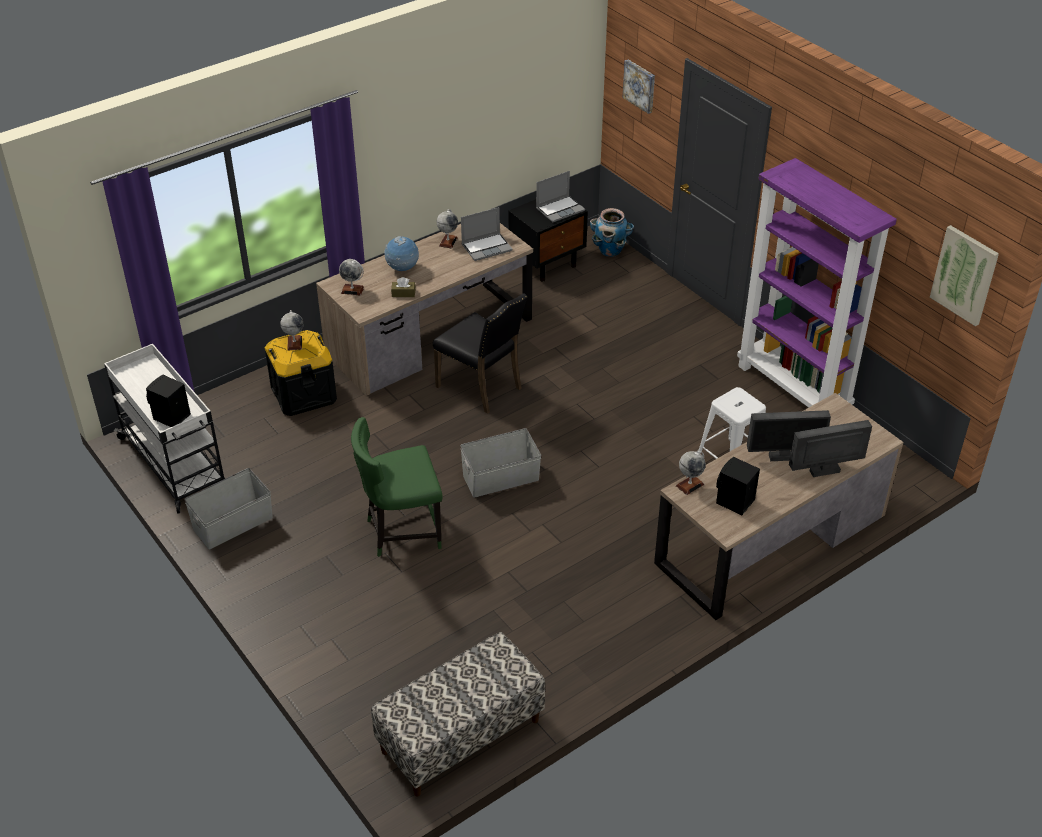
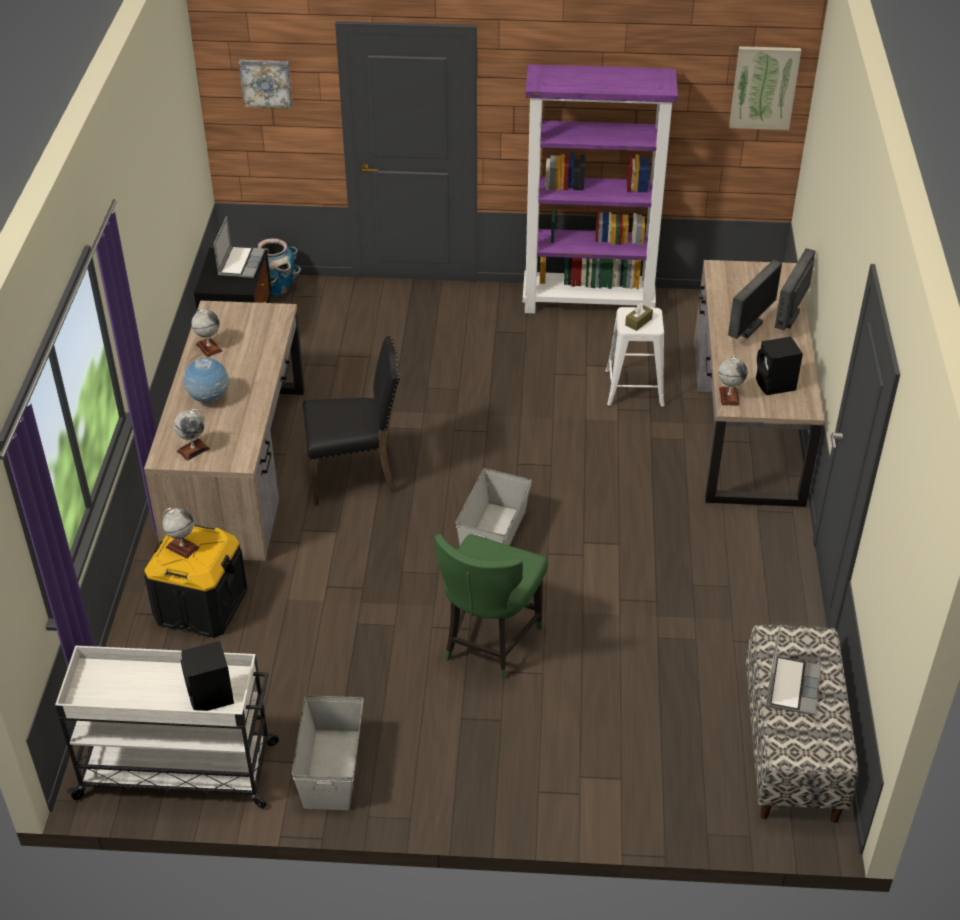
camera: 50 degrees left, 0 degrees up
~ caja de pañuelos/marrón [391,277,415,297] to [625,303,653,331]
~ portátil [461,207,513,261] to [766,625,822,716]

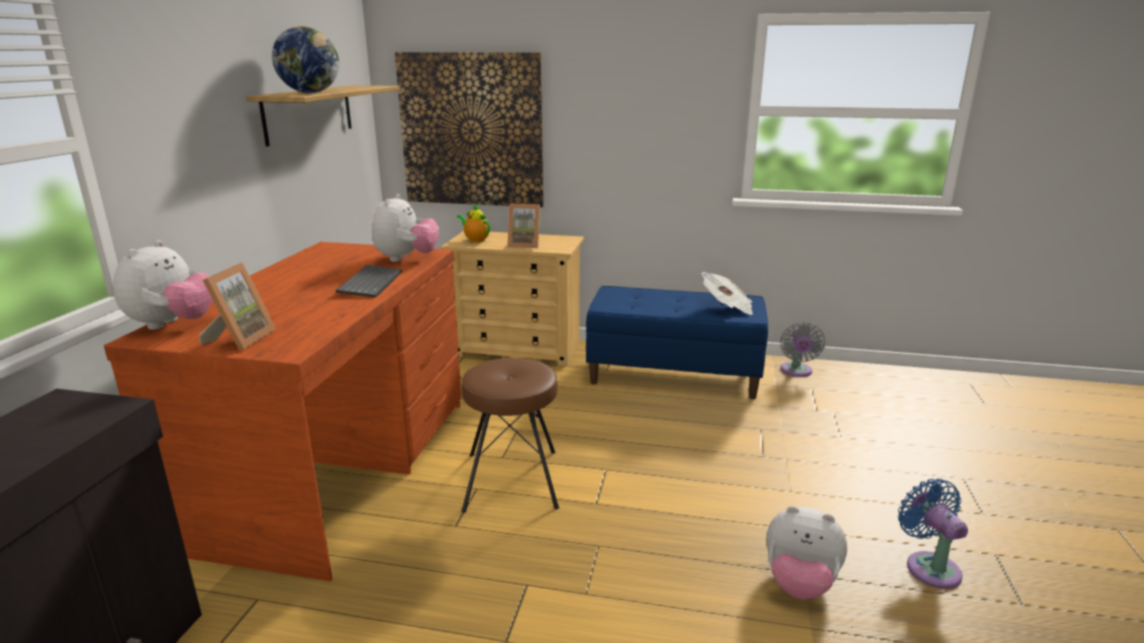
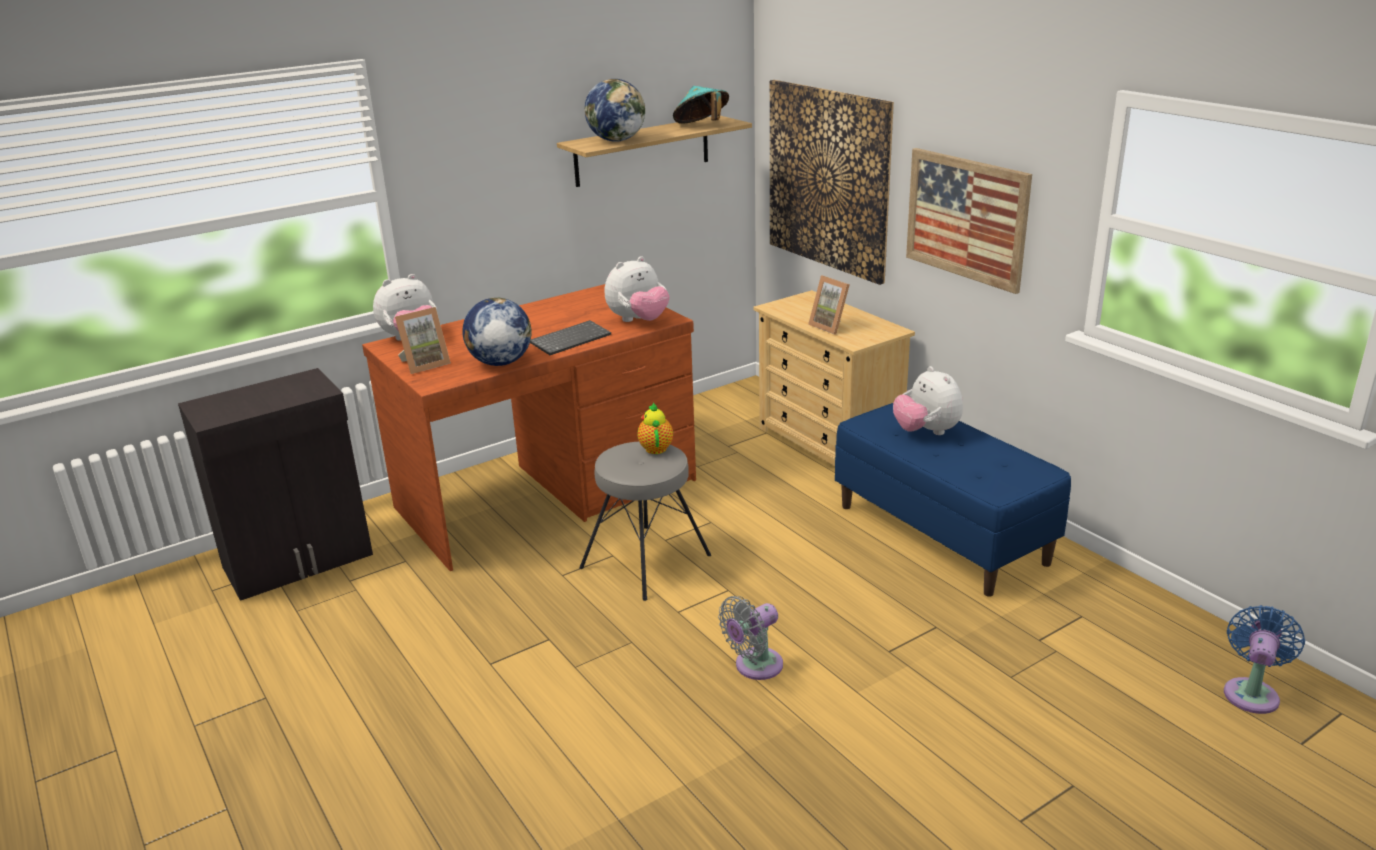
camera: 45 degrees right, 5 degrees up
~ tetera [457,204,490,242] to [637,403,673,454]
~ taburete/marrón [462,358,559,513] to taburete/gris [579,442,711,601]
- periódico [702,272,753,315]
~ peluche [766,506,847,600] to [893,366,963,435]
~ ventilador/gris [780,322,825,377] to [718,596,783,680]
~ ventilador/azul [898,479,968,589] to [1224,605,1305,714]
+ globo terráqueo [462,298,532,366]
+ sombrero/turquesa [673,86,729,124]
+ cuadro [906,148,1032,294]

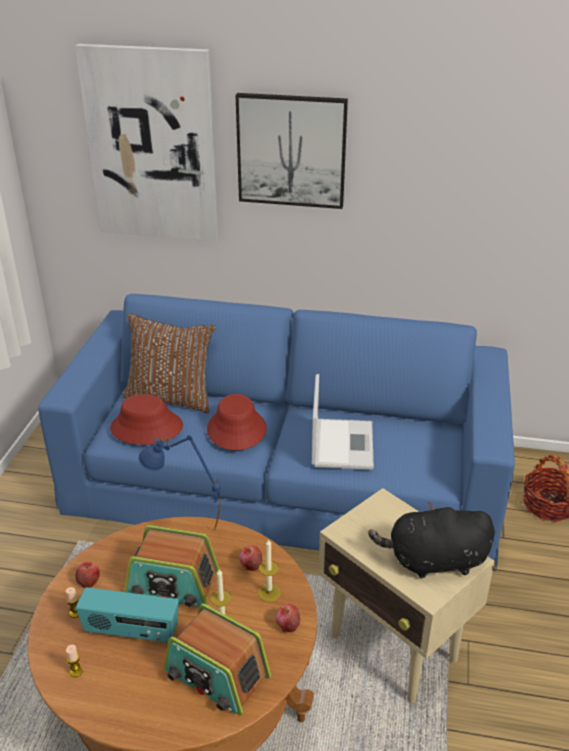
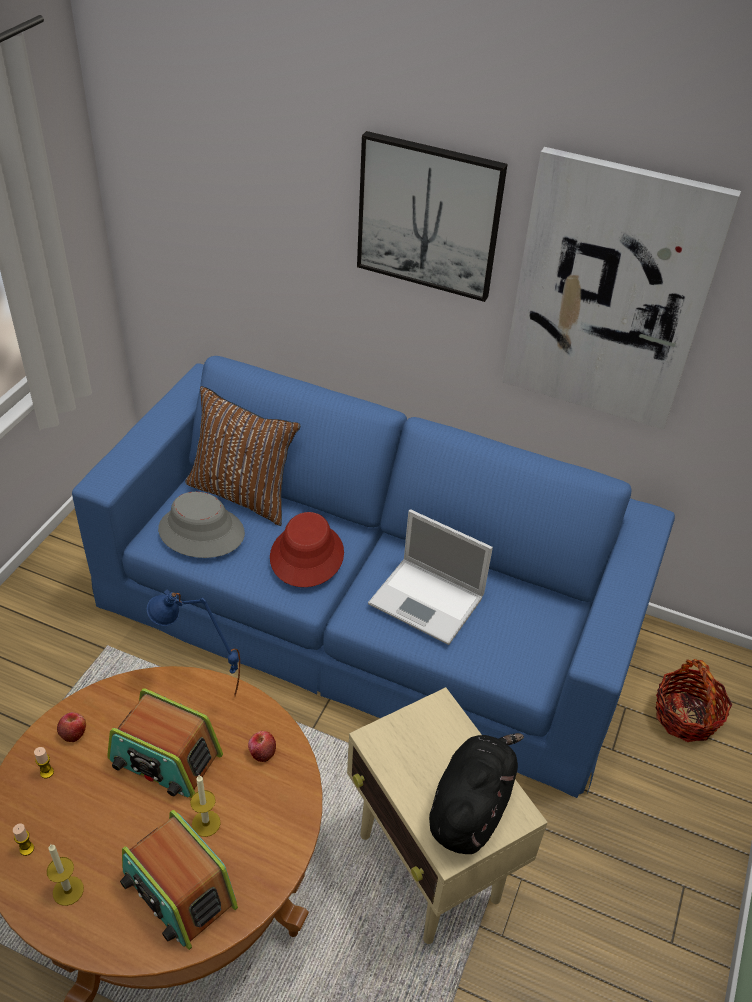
camera: 10 degrees right, 10 degrees up
~ cuadro [75,44,219,242] to [502,147,741,430]
- radio [76,587,179,643]
~ sombrero/rojo [110,394,183,445] to sombrero/gris [158,492,245,558]
~ vela [258,539,281,602] to [47,844,84,906]
- manzana [276,604,300,632]
~ portátil [312,374,374,470] = [368,509,493,645] 105 degrees clockwise
~ peluche/negro [368,502,495,578] = [429,733,524,854] 105 degrees clockwise

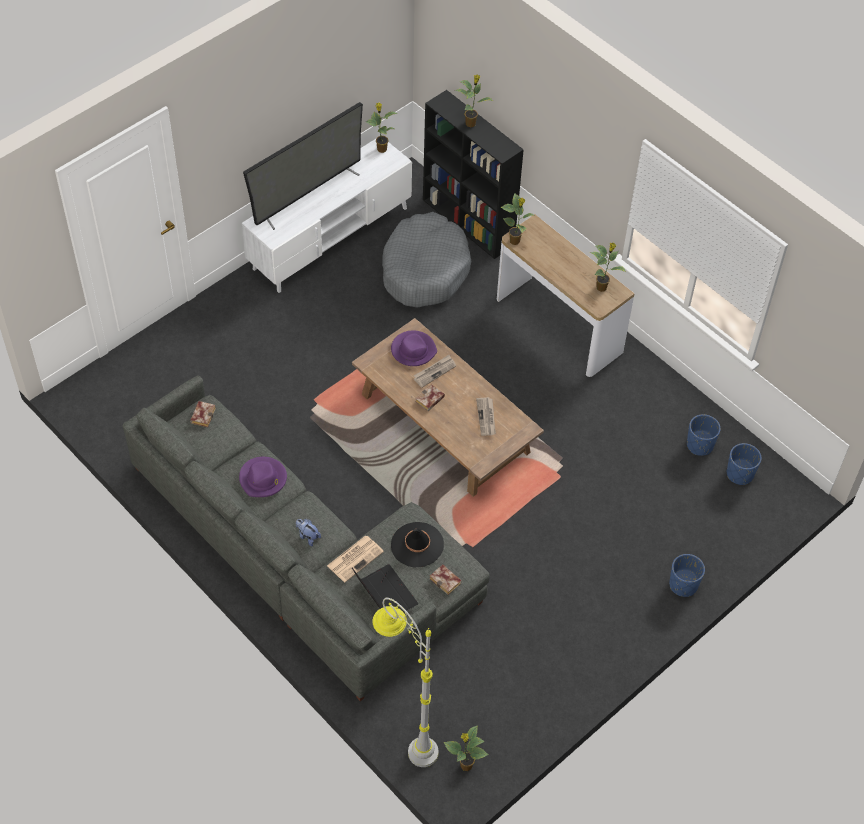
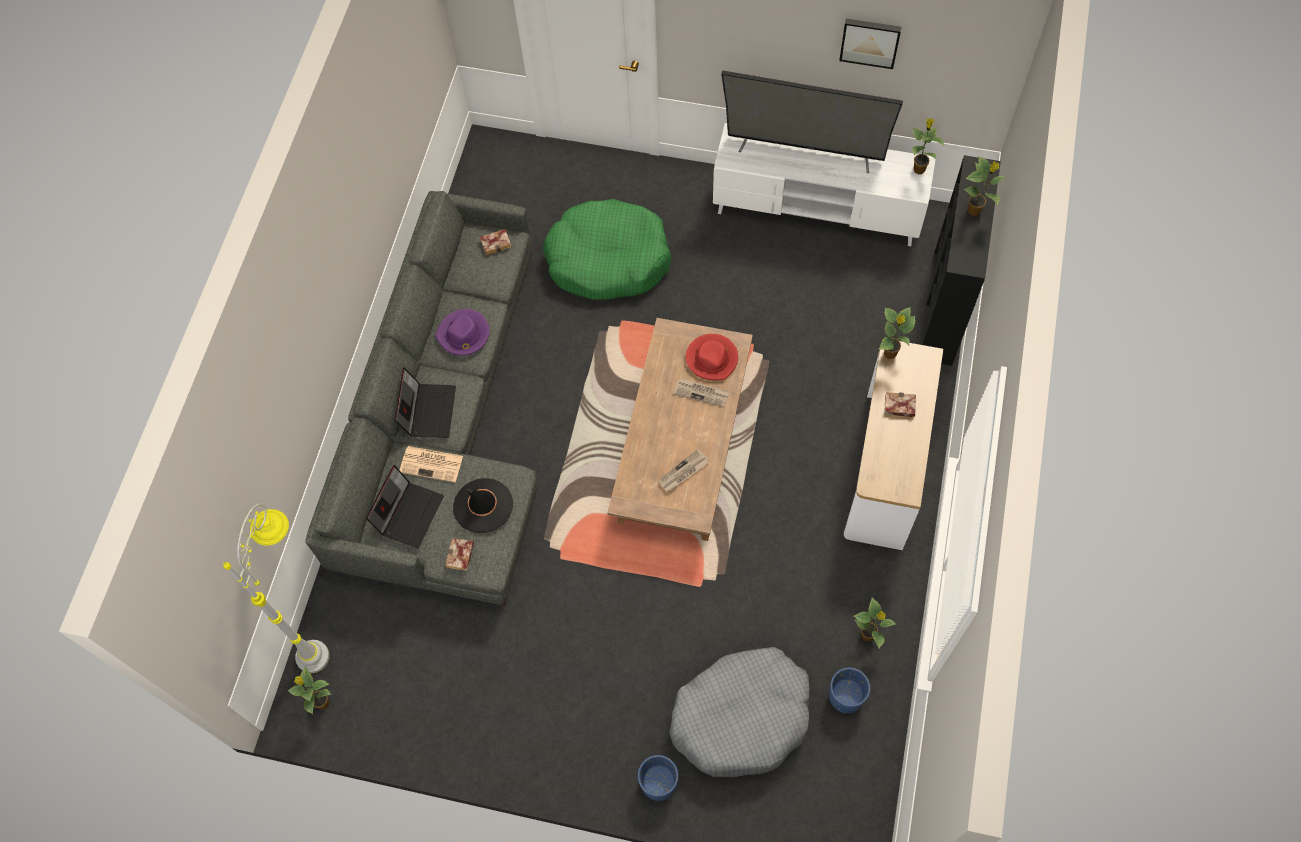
camera: 60 degrees right, 10 degrees up
~ peluche [296,519,321,546] to portátil [394,367,456,438]
~ cama para perro/gris [382,212,471,308] to [669,647,809,777]
~ sombrero/morado [391,330,437,366] to sombrero/rojo [686,334,738,380]
~ libro [415,384,445,411] to [884,392,916,417]
~ planta en maceta [590,243,626,292] to [854,597,896,649]
- maceta/azul [727,443,761,485]
+ cama para perro/verde [543,199,671,300]
+ cuadro [839,19,901,69]

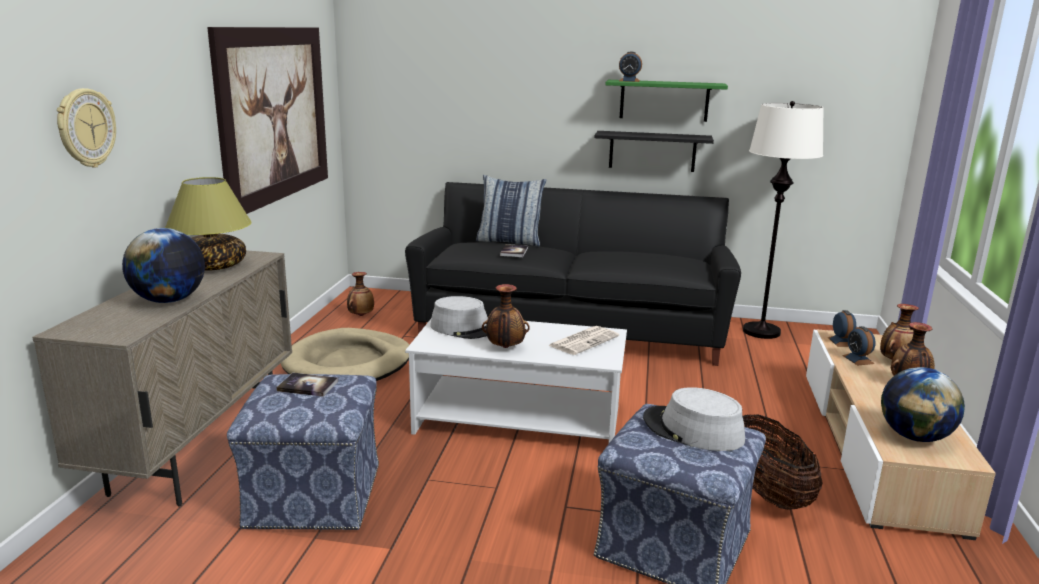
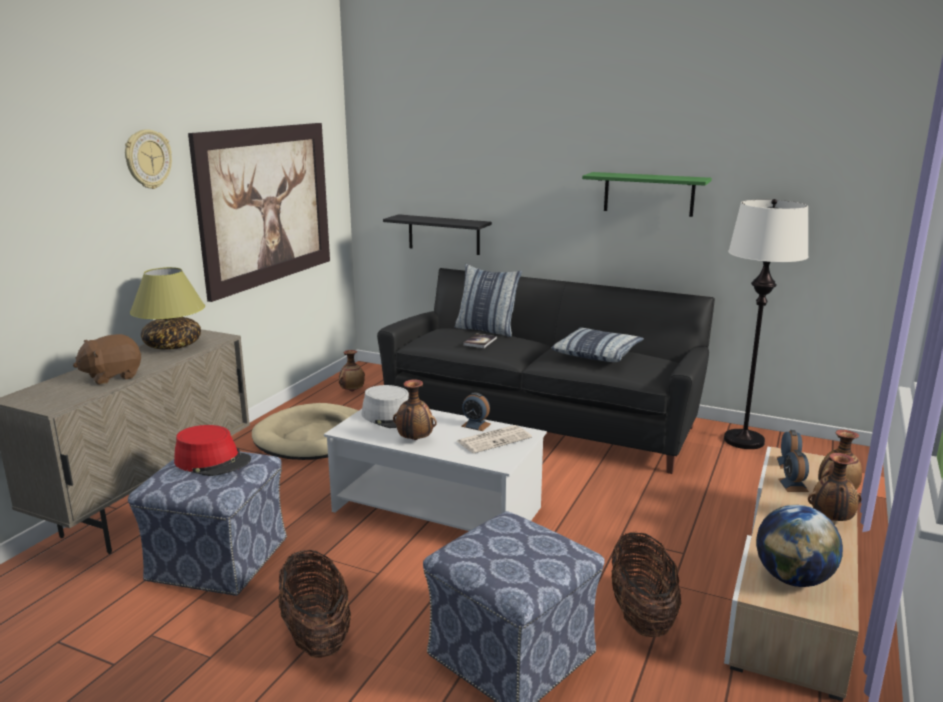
camera: 15 degrees right, 0 degrees up
~ reloj de pared [57,88,116,168] to [125,129,172,189]
~ globo terráqueo [122,228,205,303] to peluche/marrón [73,334,141,385]
~ libro [276,373,338,397] to sombrero/rojo [174,425,251,476]
~ estante/negro [594,131,714,172] to [383,214,492,255]
~ despertador [619,52,642,82] to [461,393,491,431]
- sombrero/gris [643,387,745,451]
+ cesta [278,550,351,658]
+ cojín [551,327,644,362]

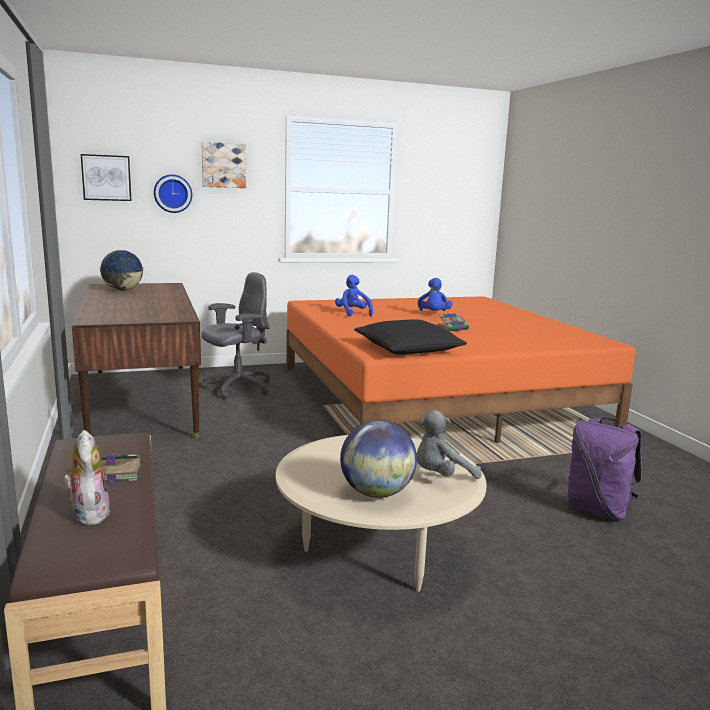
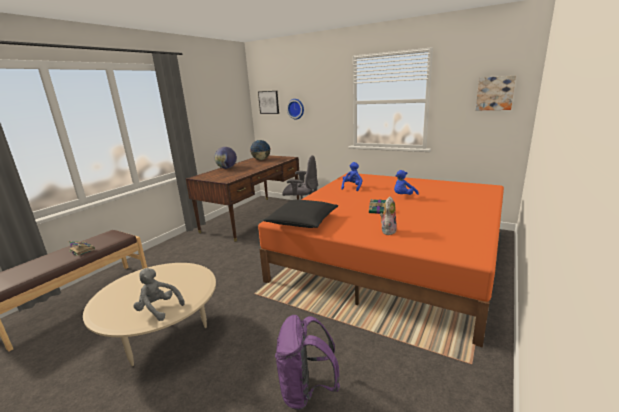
camera: 50 degrees right, 5 degrees up
~ peluche [63,430,111,525] to [380,196,397,235]
~ cuadro [202,142,246,188] to [476,76,516,110]
~ globo terráqueo [340,420,417,498] to [214,147,237,169]

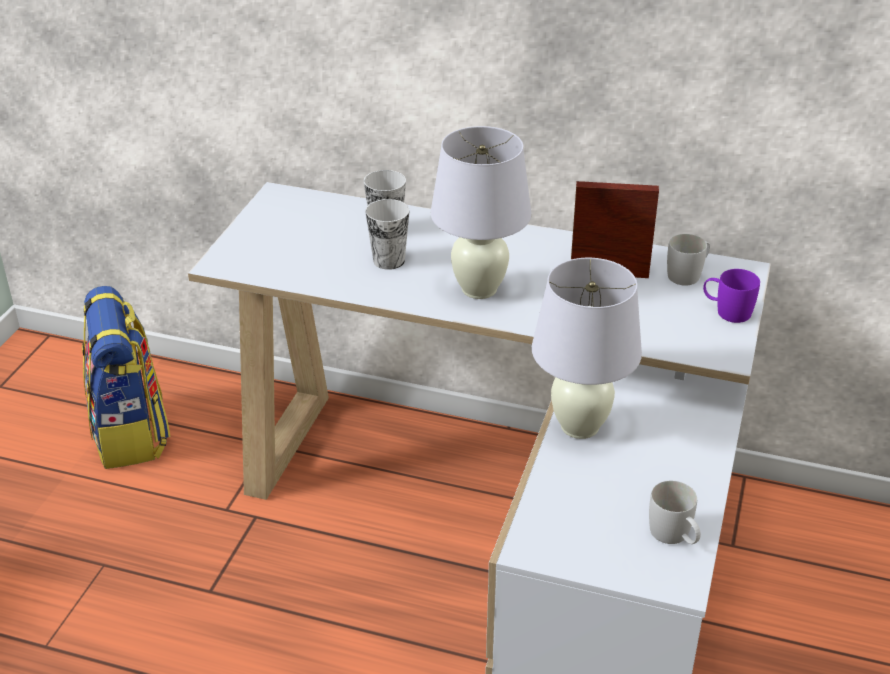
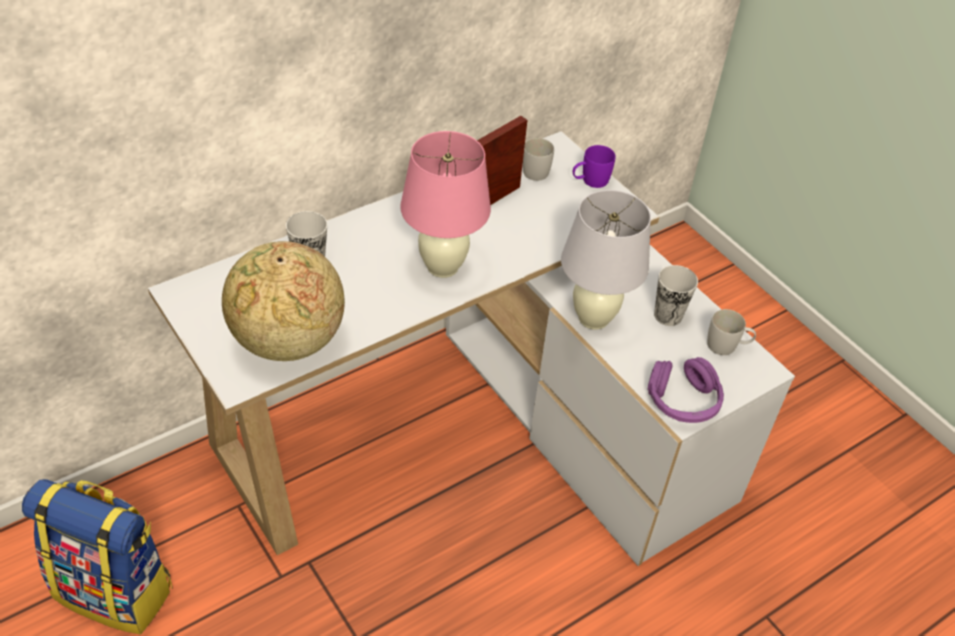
camera: 55 degrees left, 10 degrees up
~ taza [365,199,410,270] to [654,265,698,326]
~ lámpara de mesa/blanco [431,126,531,299] to lámpara de mesa/rosa [400,131,491,278]
+ globo terráqueo [222,241,345,361]
+ auriculares/morado [648,357,724,423]

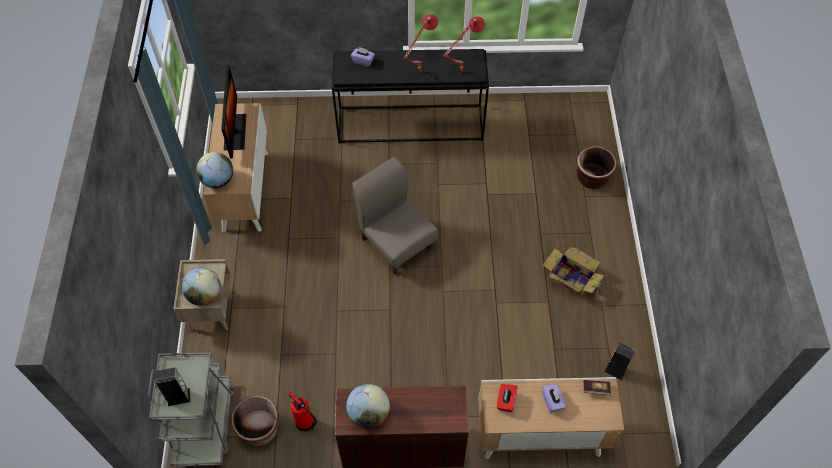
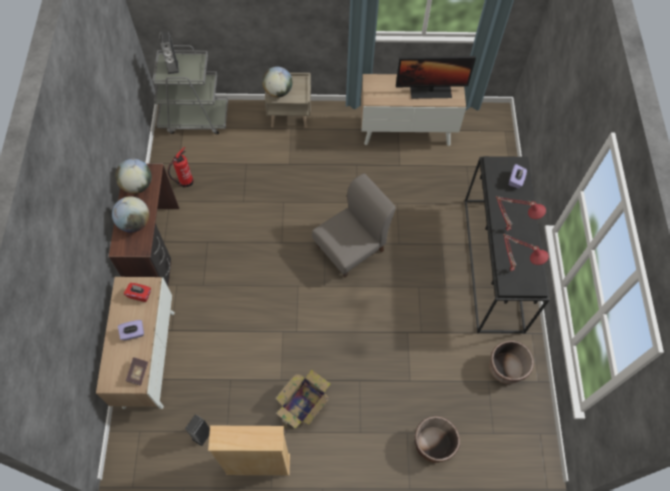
camera: 90 degrees right, 5 degrees up
~ globo terráqueo [196,152,233,188] to [112,196,149,233]
~ maceta/marrón [231,396,279,446] to [489,340,534,384]
+ estantería/beis [208,426,290,475]

